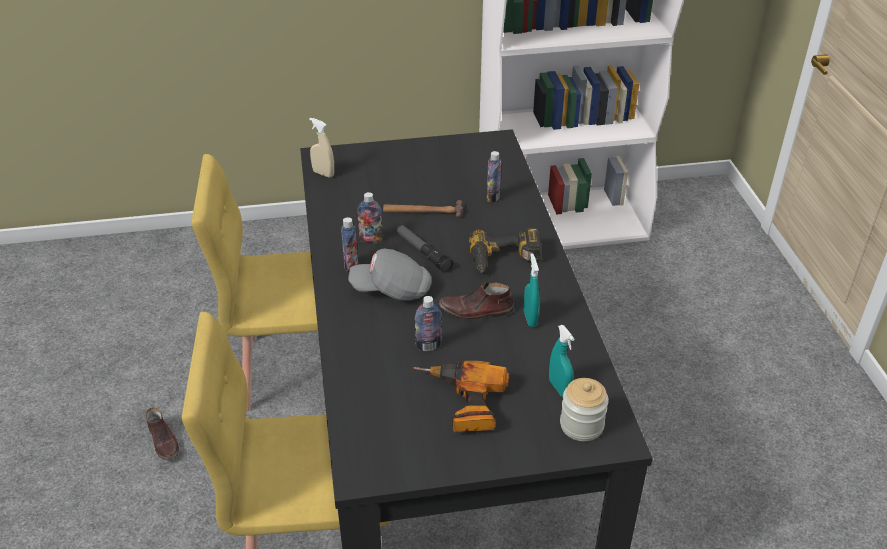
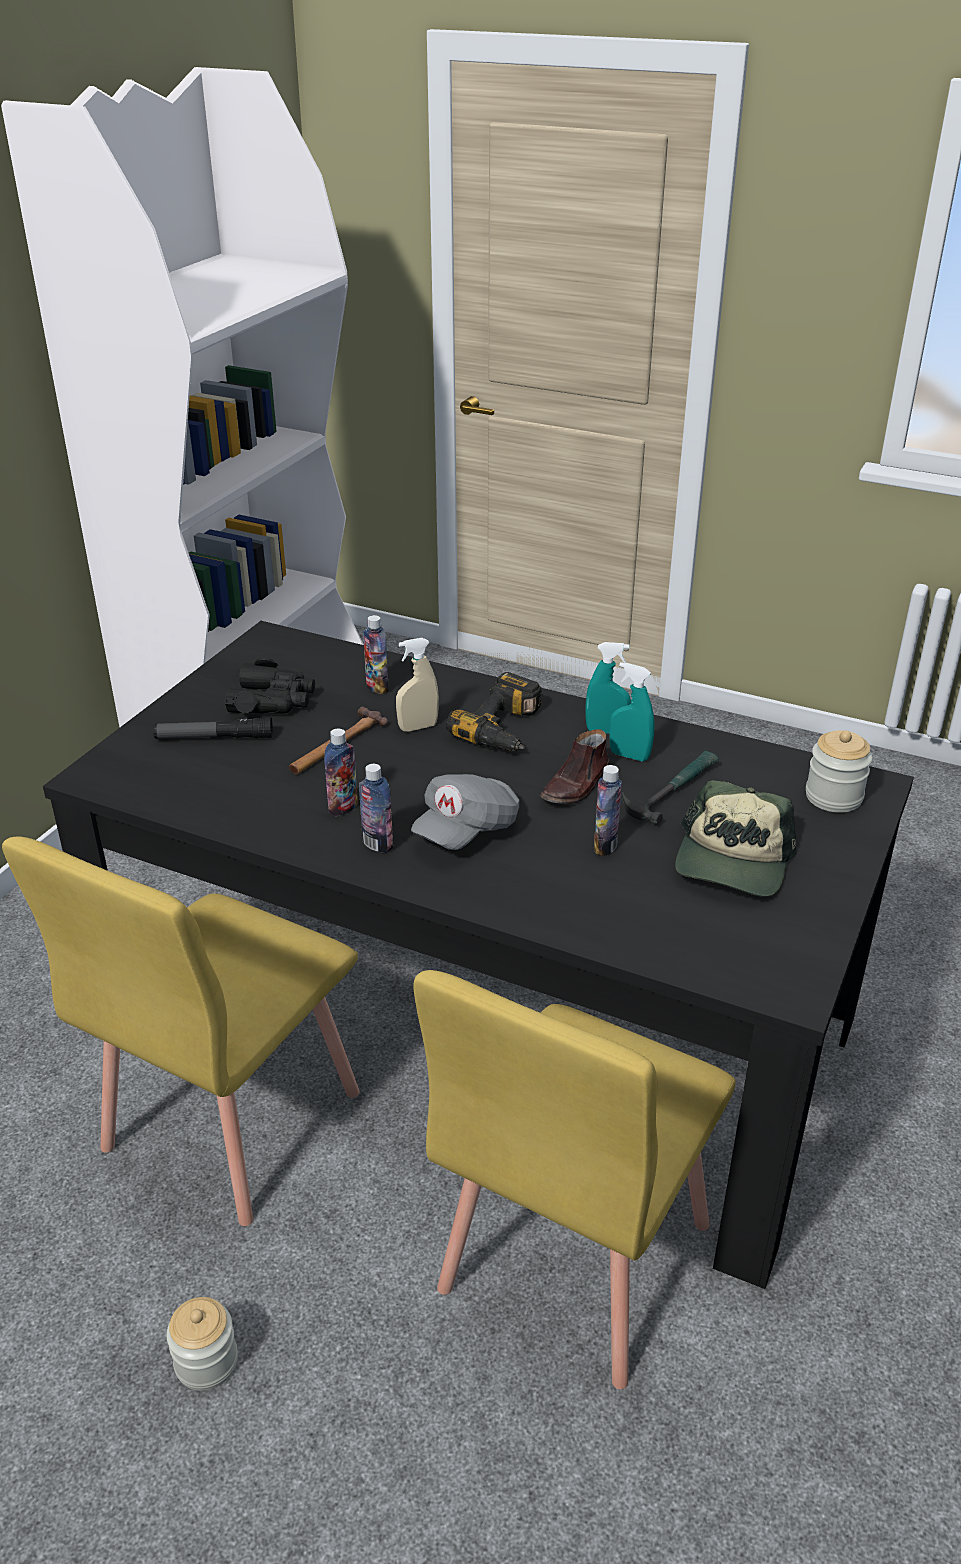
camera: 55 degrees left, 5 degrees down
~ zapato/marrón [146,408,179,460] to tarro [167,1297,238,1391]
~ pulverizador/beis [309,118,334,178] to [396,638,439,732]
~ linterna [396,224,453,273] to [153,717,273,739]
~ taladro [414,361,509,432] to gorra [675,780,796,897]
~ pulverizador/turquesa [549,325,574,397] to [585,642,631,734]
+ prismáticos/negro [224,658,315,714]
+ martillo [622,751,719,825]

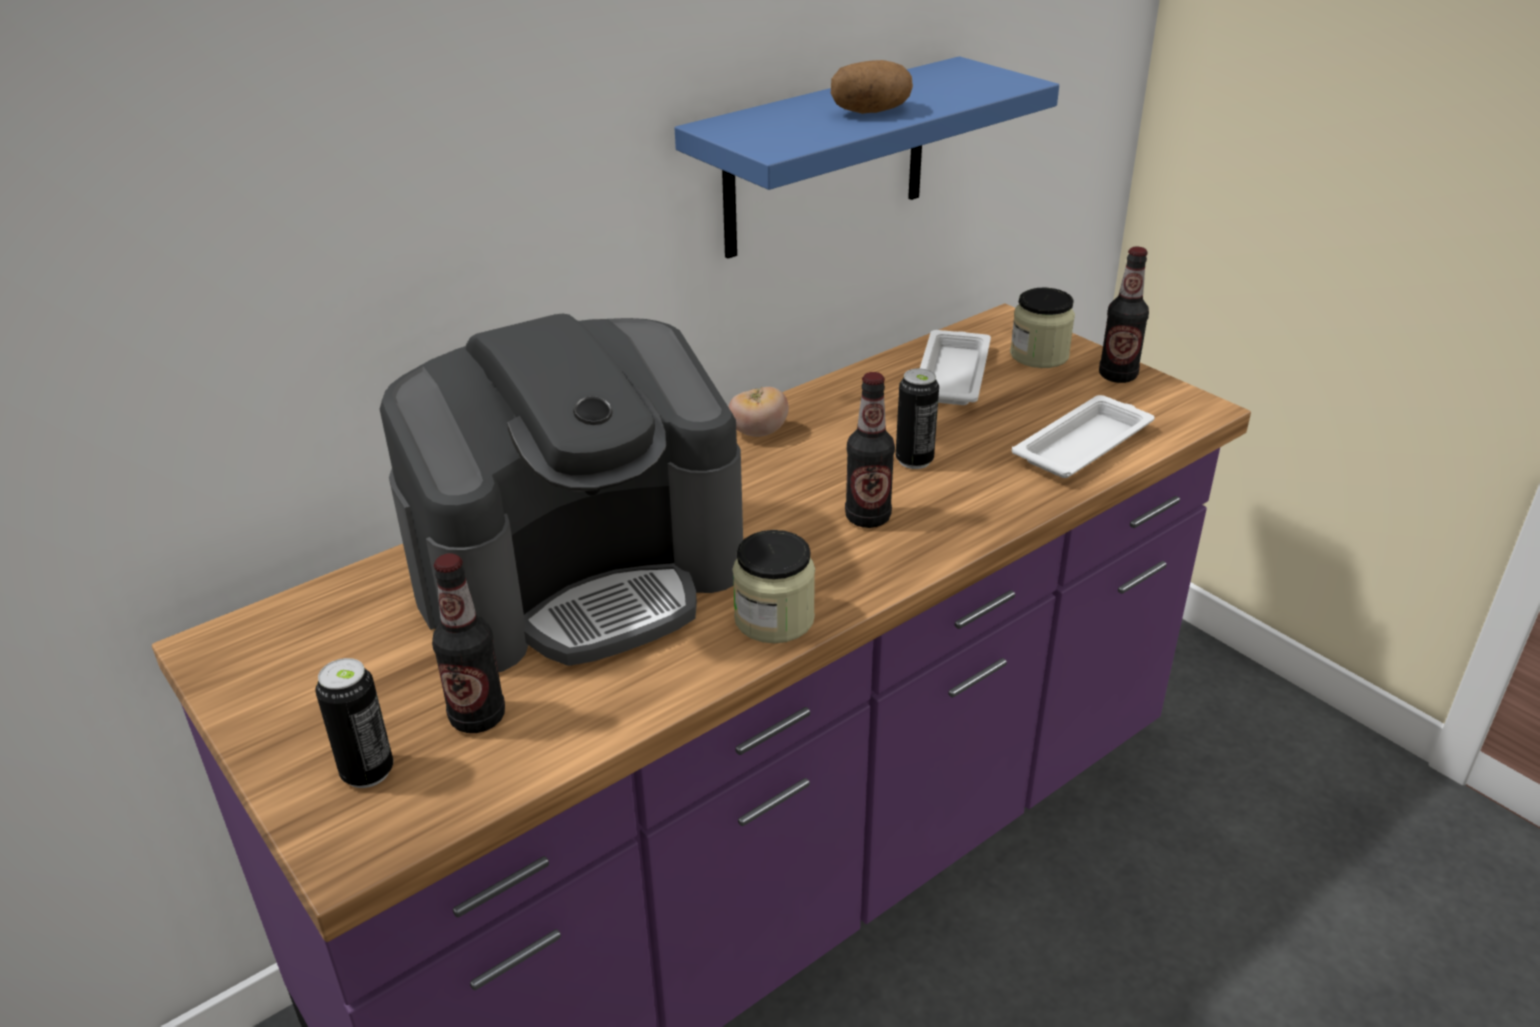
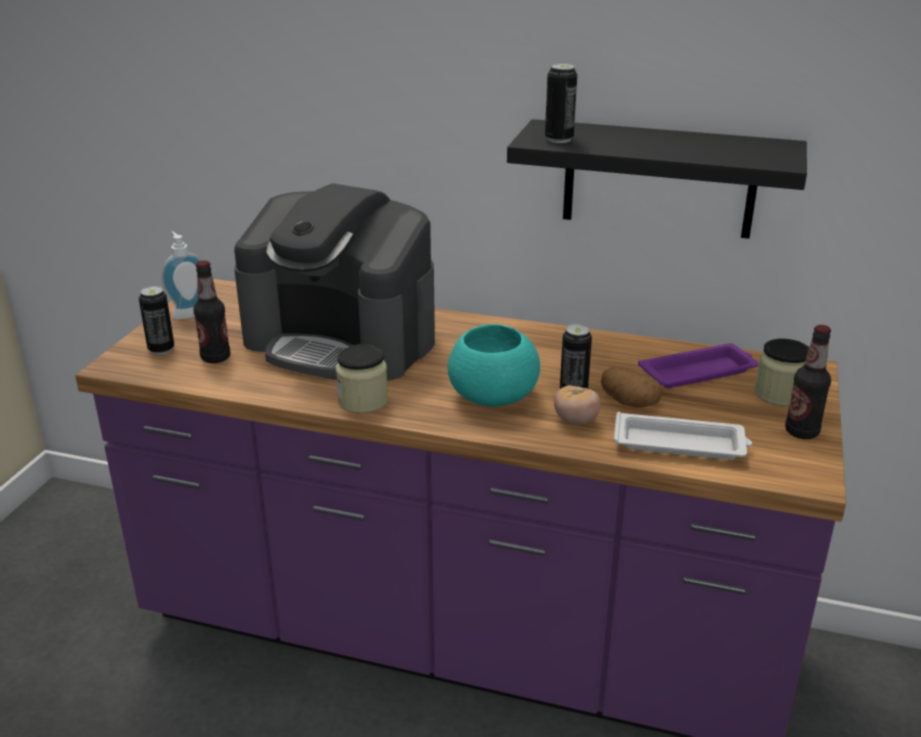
camera: 55 degrees right, 5 degrees down
~ estante/azul [675,56,1059,258] to estante/negro [507,119,807,239]
~ tomate [729,387,789,437] to [554,385,600,425]
~ patata [831,60,913,114] to [601,367,663,408]
~ botella [845,372,895,528] to cuenco/turquesa [448,324,540,407]
~ bandeja/blanco [920,330,991,405] to bandeja/morado [638,343,759,388]
+ dispensador de jabón [161,231,202,320]
+ lata [545,63,577,143]

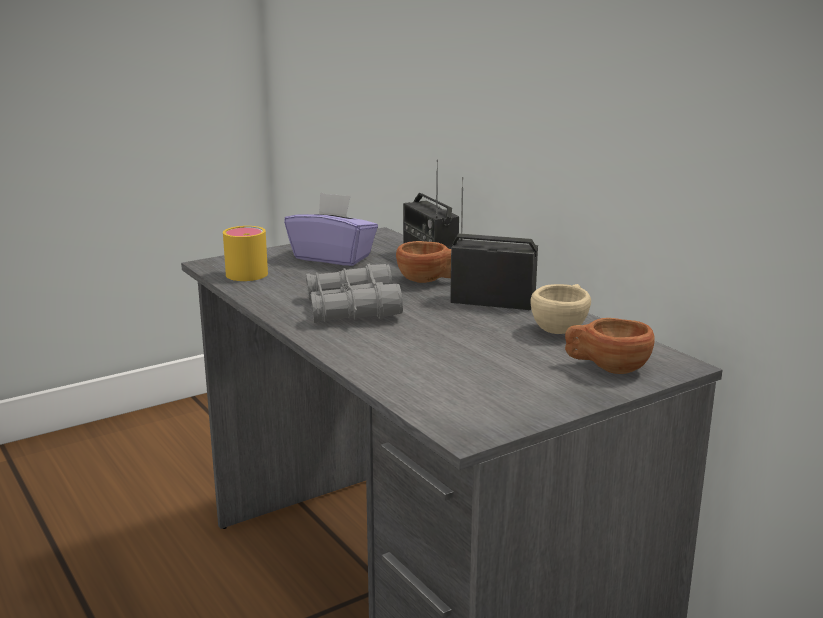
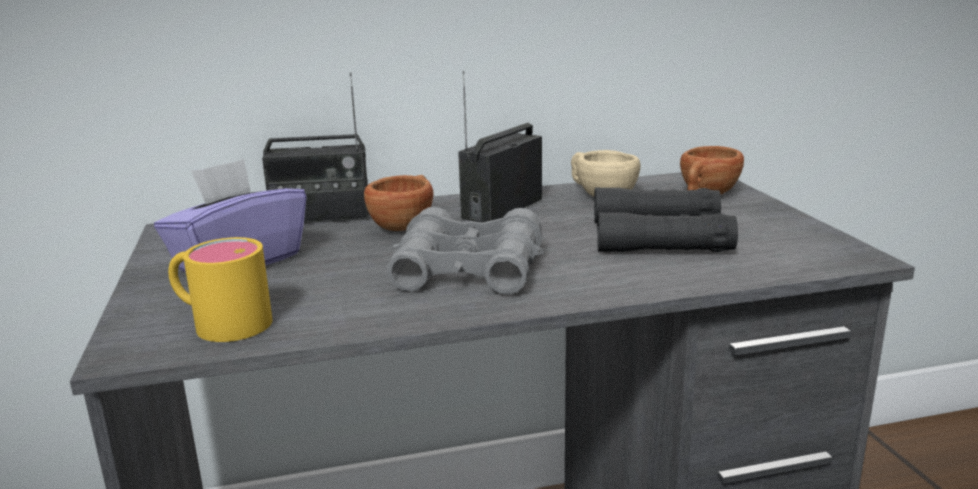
camera: 70 degrees left, 0 degrees up
+ prismáticos/negro [594,187,738,252]

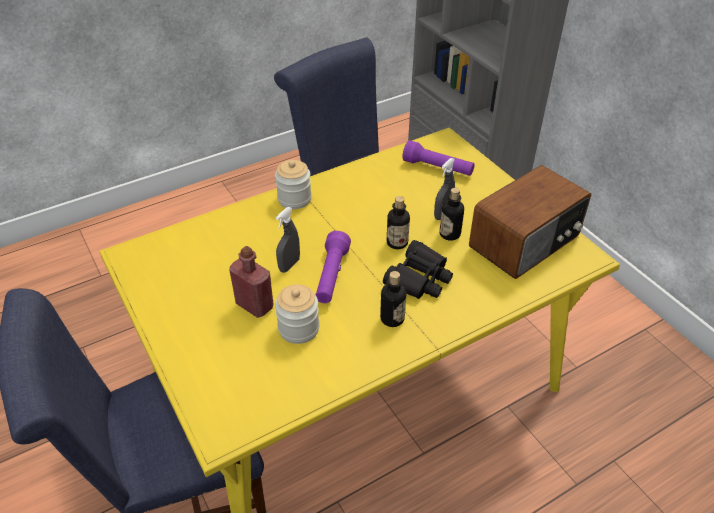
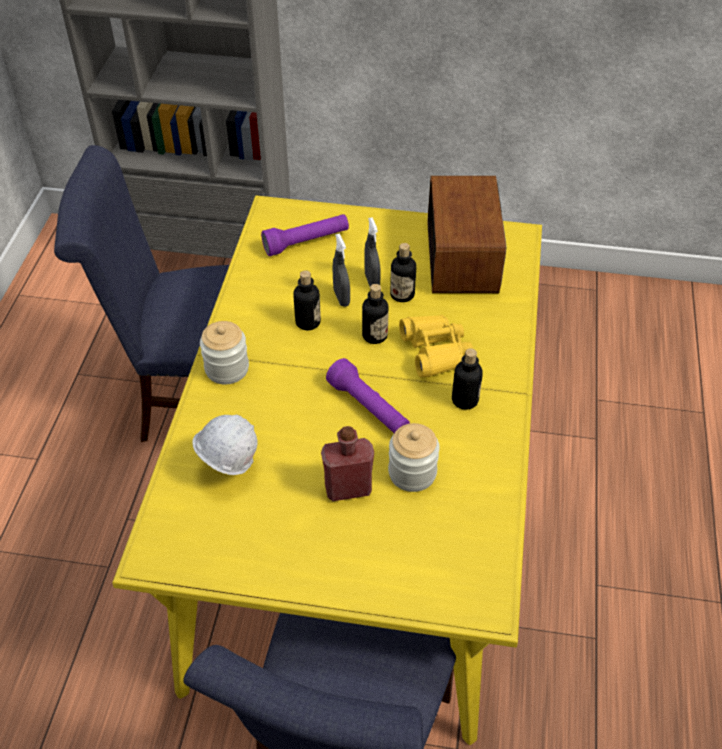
camera: 50 degrees left, 5 degrees up
~ pulverizador/gris [276,207,300,273] to [333,234,350,307]
~ prismáticos/negro [383,240,453,299] to prismáticos/amarillo [399,315,473,377]
+ casco/blanco [192,414,257,475]
+ botella [293,270,321,330]

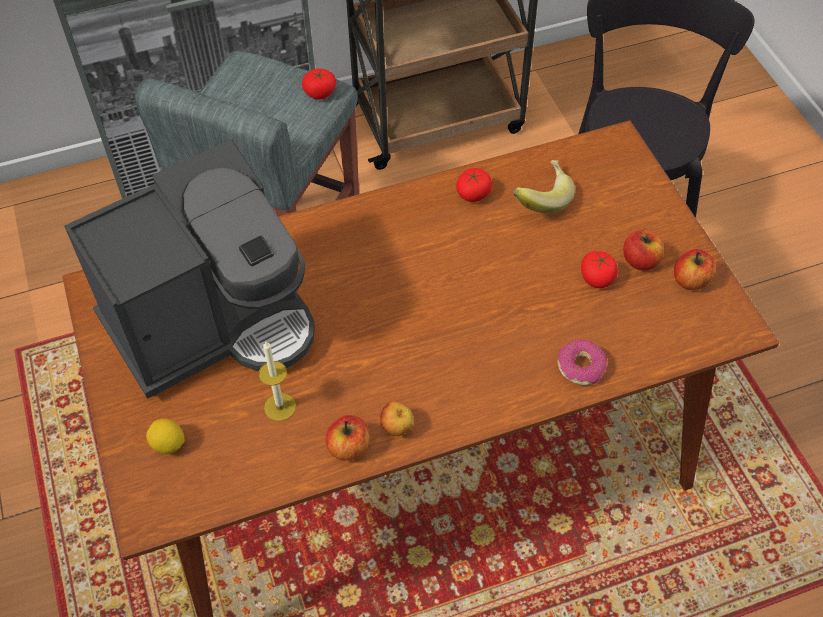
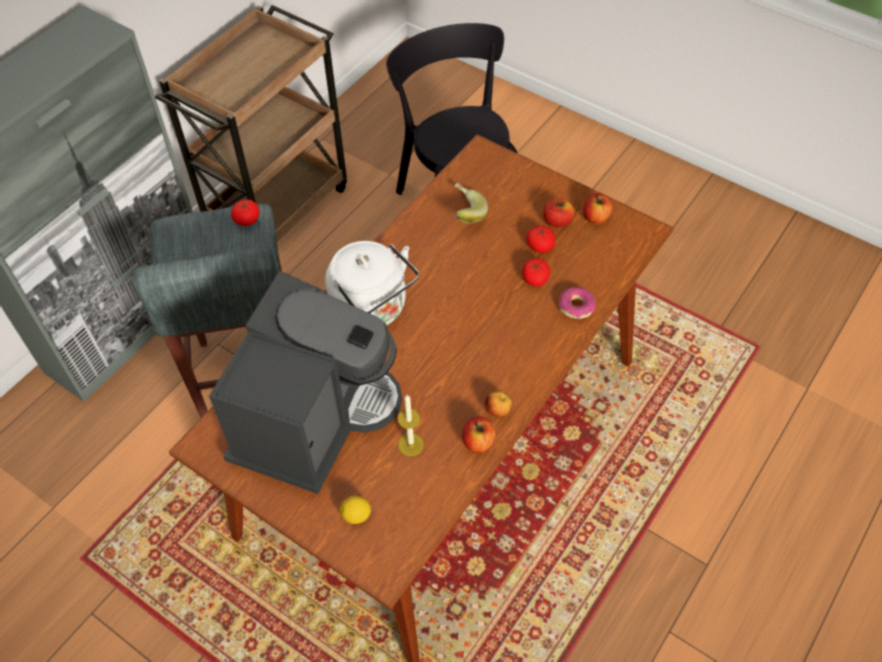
camera: 35 degrees left, 0 degrees up
~ tomate [456,168,492,202] to [522,258,550,287]
+ hervidor/blanco [325,241,419,325]

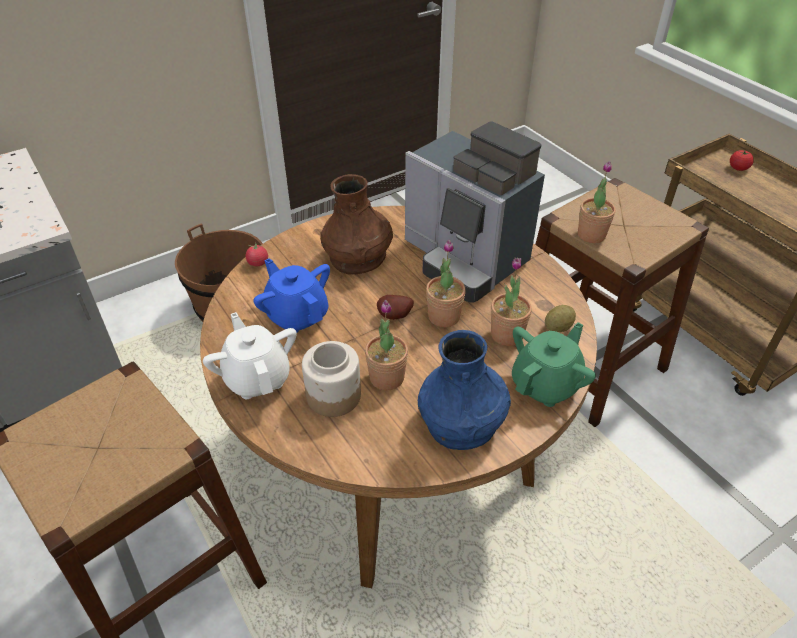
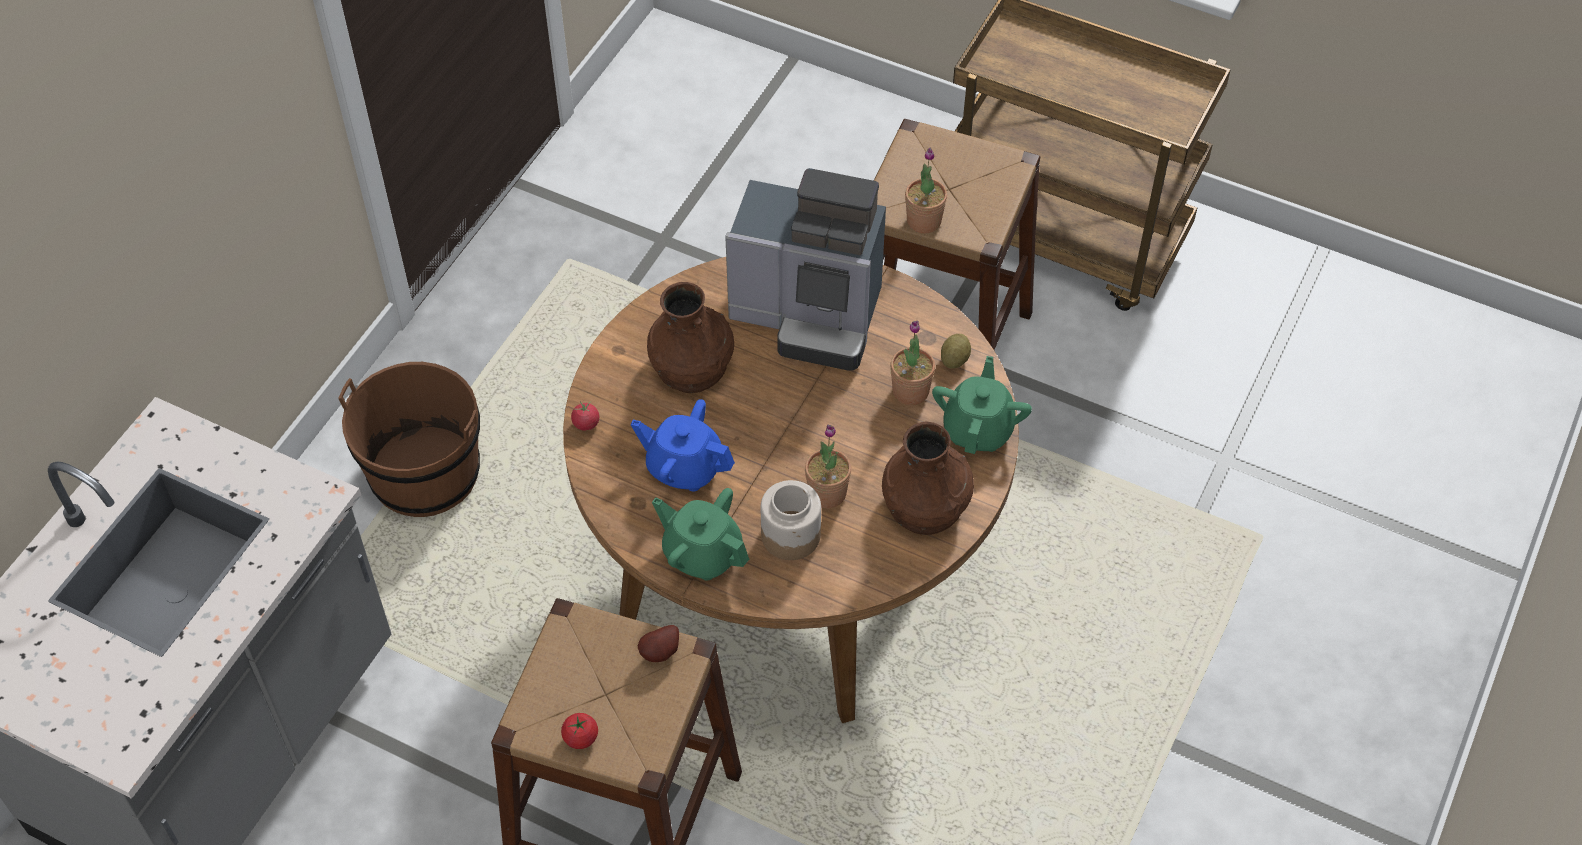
camera: 30 degrees left, 10 degrees up
~ tetera/blanco [203,312,297,399] to tetera/verde [652,488,750,581]
~ patata [377,295,414,320] to [638,625,679,662]
~ florero/azul [418,330,511,450] to florero/marrón [882,422,974,535]
- planta en maceta [426,240,466,327]
~ tomate [730,150,754,171] to [561,713,598,749]

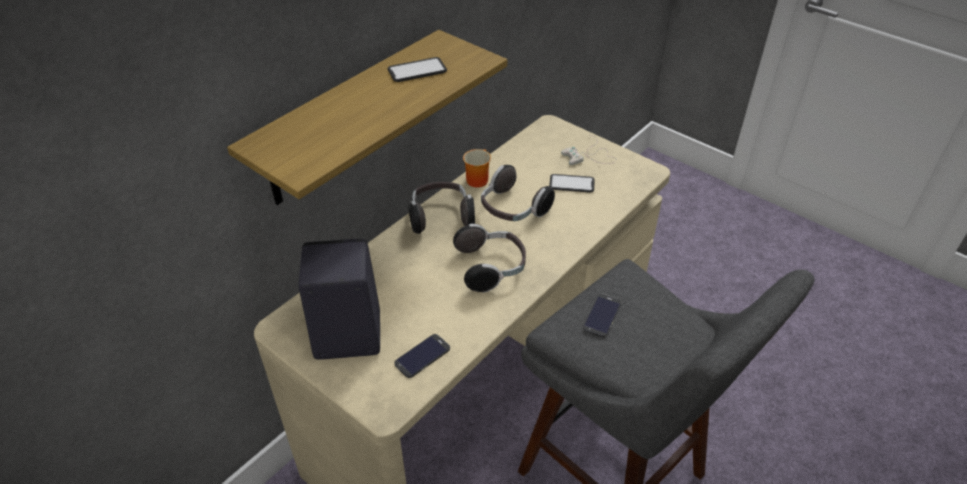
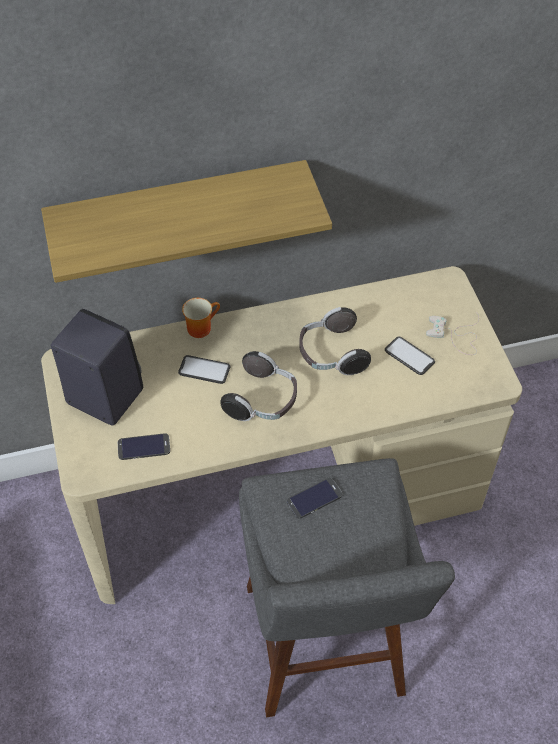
camera: 35 degrees right, 10 degrees up
~ móvil [388,57,447,82] to [178,355,231,384]
- auriculares [409,182,475,234]
~ taza grande [463,149,491,188] to [182,298,220,338]

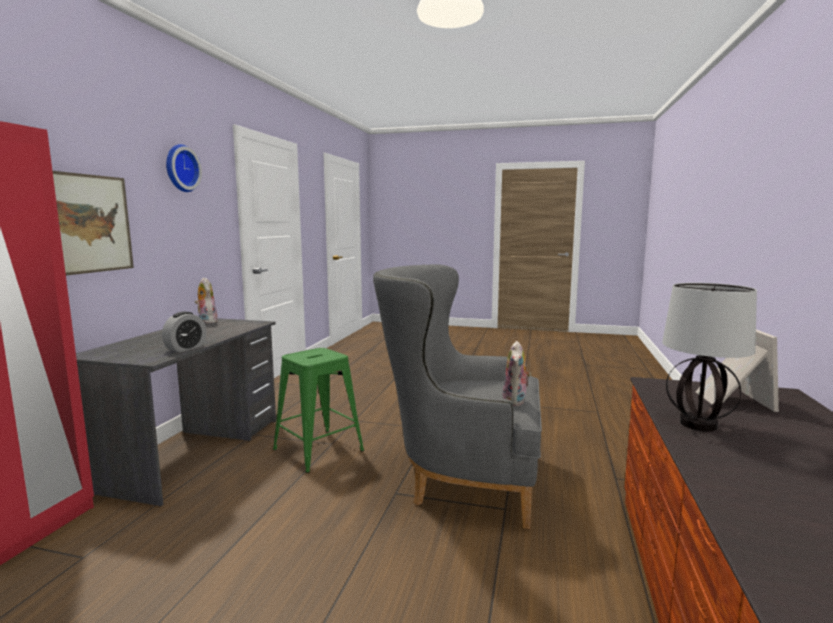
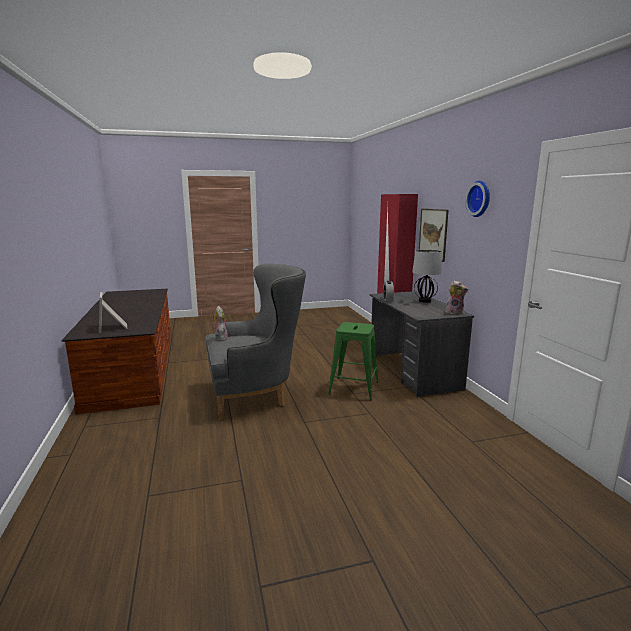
camera: 150 degrees right, 5 degrees up
~ lámpara de mesa [662,283,757,432] to [412,250,442,303]

